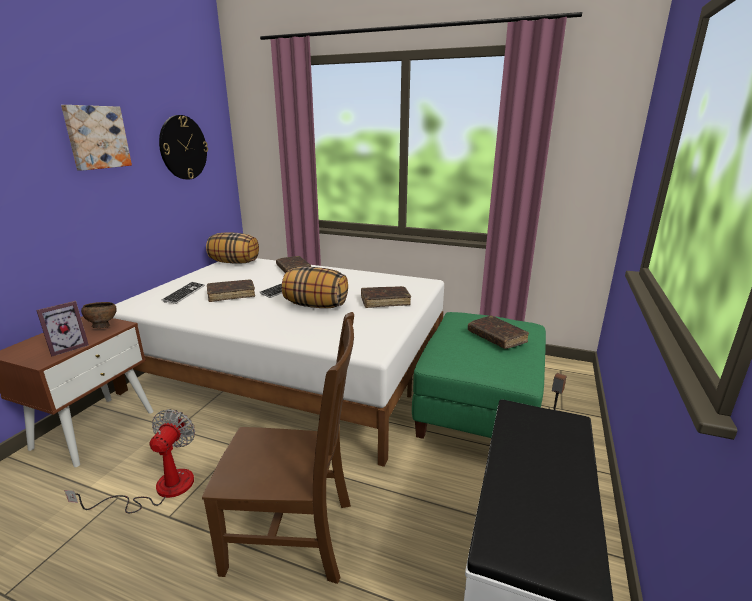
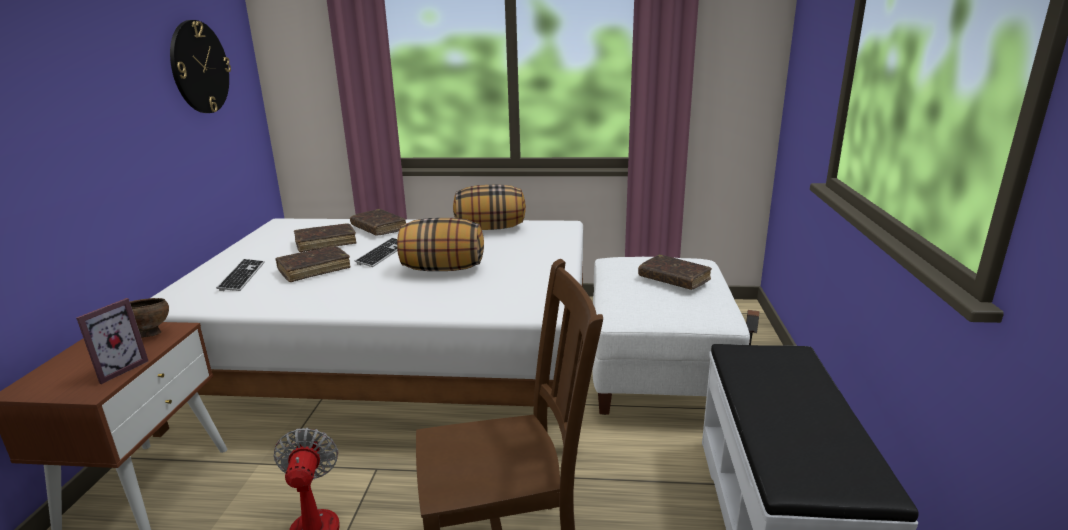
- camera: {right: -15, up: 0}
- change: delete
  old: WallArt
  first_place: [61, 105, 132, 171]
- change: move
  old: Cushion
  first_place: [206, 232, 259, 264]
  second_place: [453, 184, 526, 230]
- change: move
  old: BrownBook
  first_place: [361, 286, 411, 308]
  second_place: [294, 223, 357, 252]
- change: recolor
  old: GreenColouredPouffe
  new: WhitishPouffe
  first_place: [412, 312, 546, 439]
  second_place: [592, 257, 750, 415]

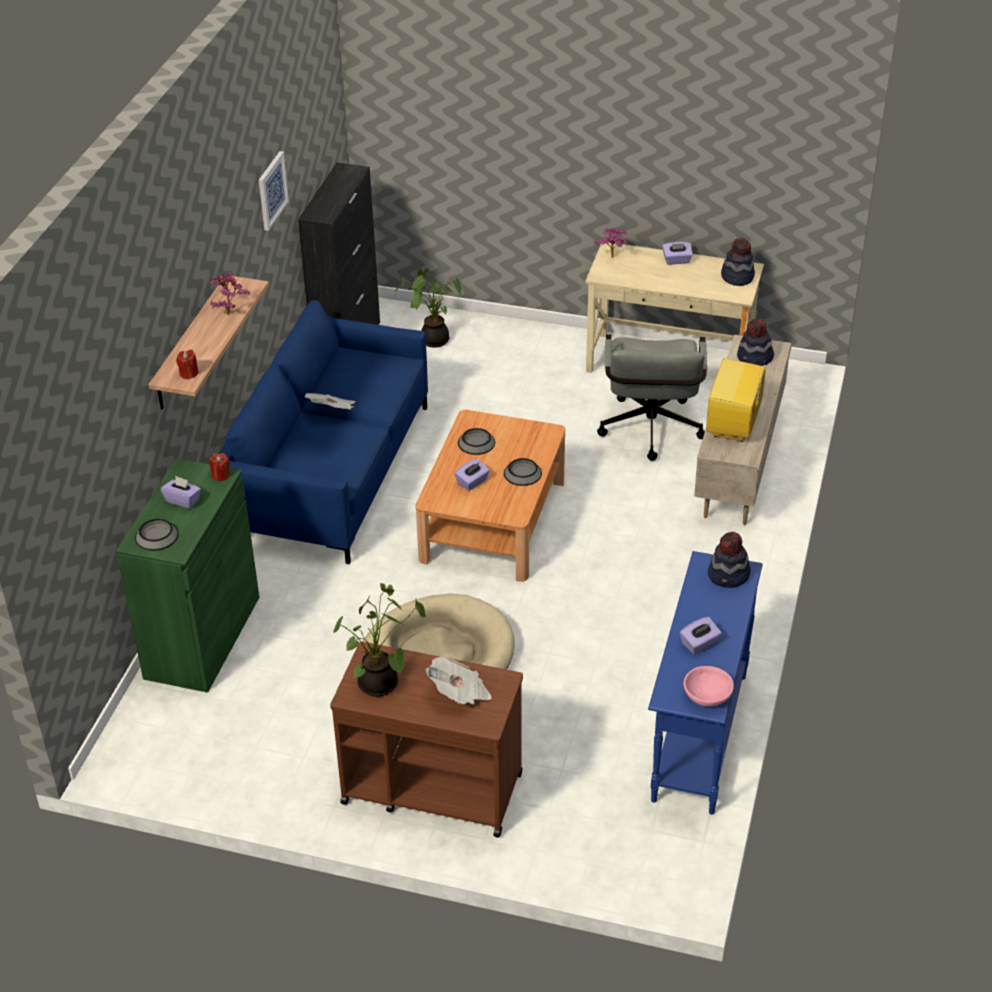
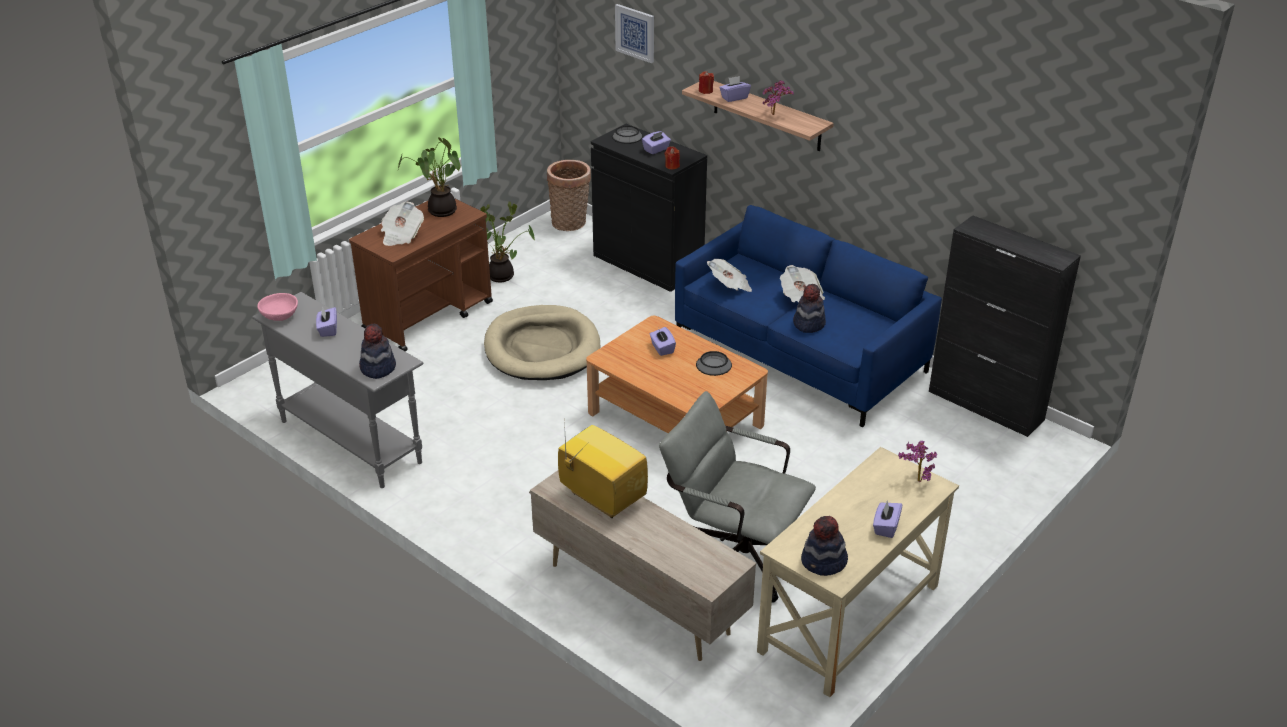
- camera: {right: 115, up: -5}
- change: recolor
  old: GreenColouredStorageCabinet
  new: BlackColouredStorageCabinet
  first_place: [116, 458, 259, 693]
  second_place: [591, 124, 707, 292]
- change: move
  old: WallArt
  first_place: [259, 151, 289, 231]
  second_place: [615, 4, 654, 63]
- change: move
  old: Houseplant
  first_place: [395, 268, 462, 348]
  second_place: [480, 201, 535, 282]
- change: delete
  old: DeepDish
  first_place: [504, 458, 542, 486]
- change: recolor
  old: BluishNarrowTable
  new: GrayNarrowTable
  first_place: [648, 551, 763, 815]
  second_place: [252, 292, 424, 488]
- change: move
  old: Hat
  first_place: [737, 319, 774, 366]
  second_place: [793, 284, 826, 333]
- change: insert
  new: Basket
  second_place: [547, 160, 591, 231]
- change: insert
  new: DailyPaper
  second_place: [707, 259, 752, 292]
- change: insert
  new: PurpleTissueBox
  second_place: [719, 76, 751, 102]

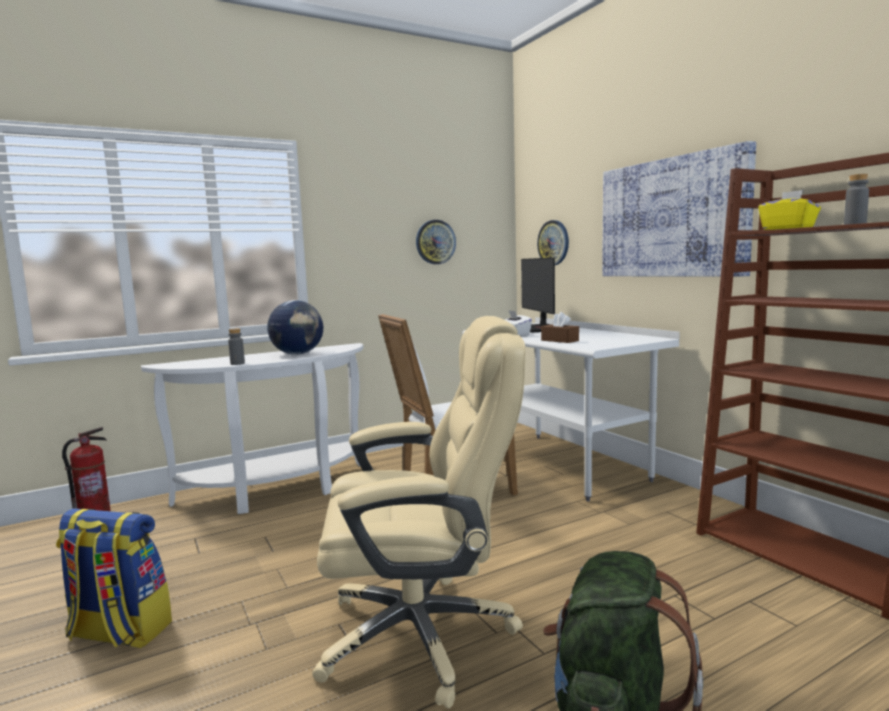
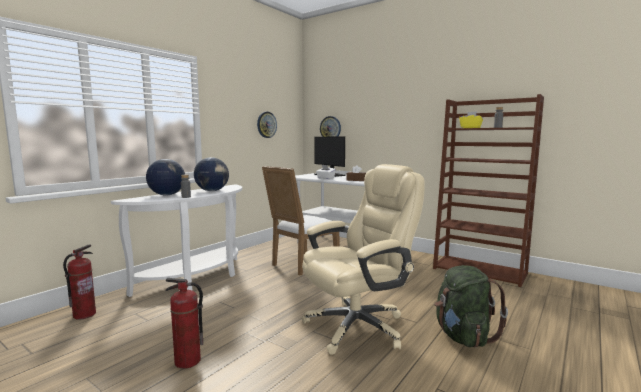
- camera: {right: -25, up: 0}
- change: replace
  old: Knapsack
  new: FireFightingCylinder
  first_place: [56, 508, 172, 648]
  second_place: [166, 278, 203, 369]
- change: delete
  old: WallArt
  first_place: [602, 141, 756, 277]
- change: insert
  new: WorldGlobe
  second_place: [146, 159, 185, 195]

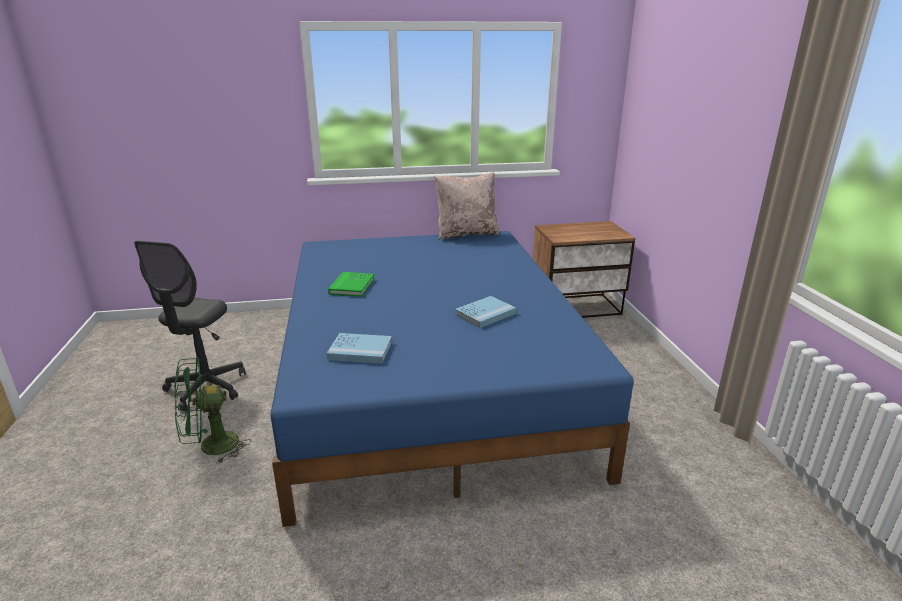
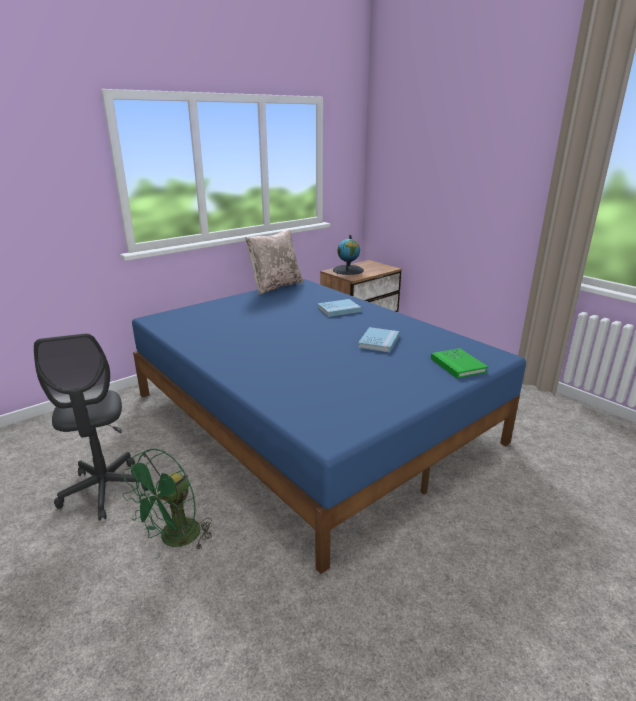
- camera: {right: -30, up: 0}
- change: move
  old: BluishBook
  first_place: [327, 333, 392, 364]
  second_place: [318, 299, 361, 317]
- change: move
  old: GreenColouredBook
  first_place: [328, 272, 374, 297]
  second_place: [431, 348, 488, 378]
- change: insert
  new: WorldGlobe
  second_place: [333, 235, 364, 275]

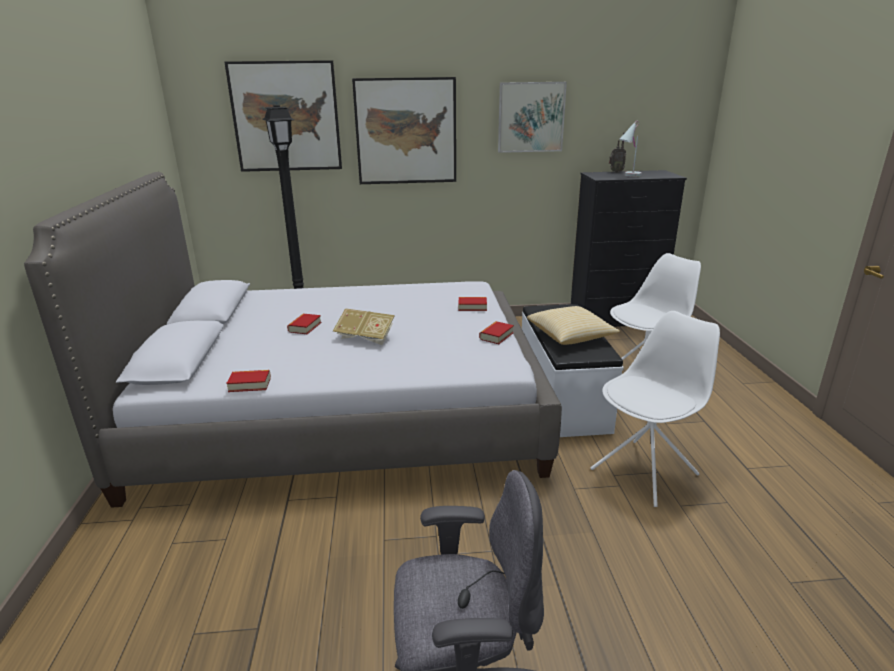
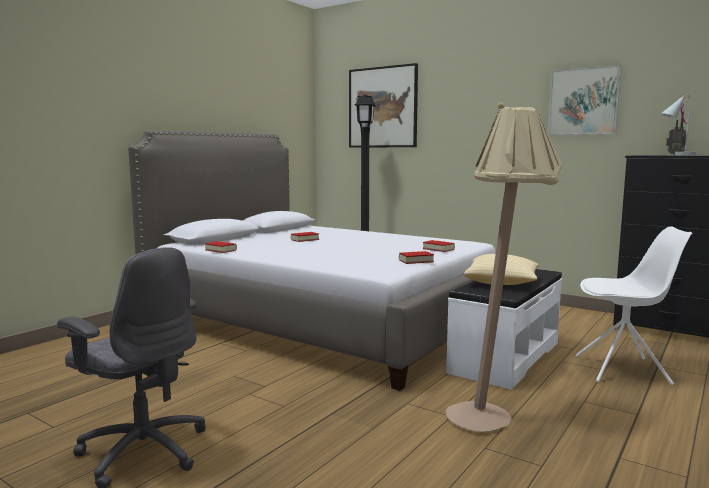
- camera: {right: 40, up: -15}
- change: delete
  old: Book
  first_place: [333, 308, 395, 345]
- change: delete
  old: WallArt
  first_place: [352, 77, 456, 184]
- change: replace
  old: WhitishPlainChair
  new: BeigeColouredStandingLamp
  first_place: [590, 311, 720, 507]
  second_place: [445, 103, 562, 432]

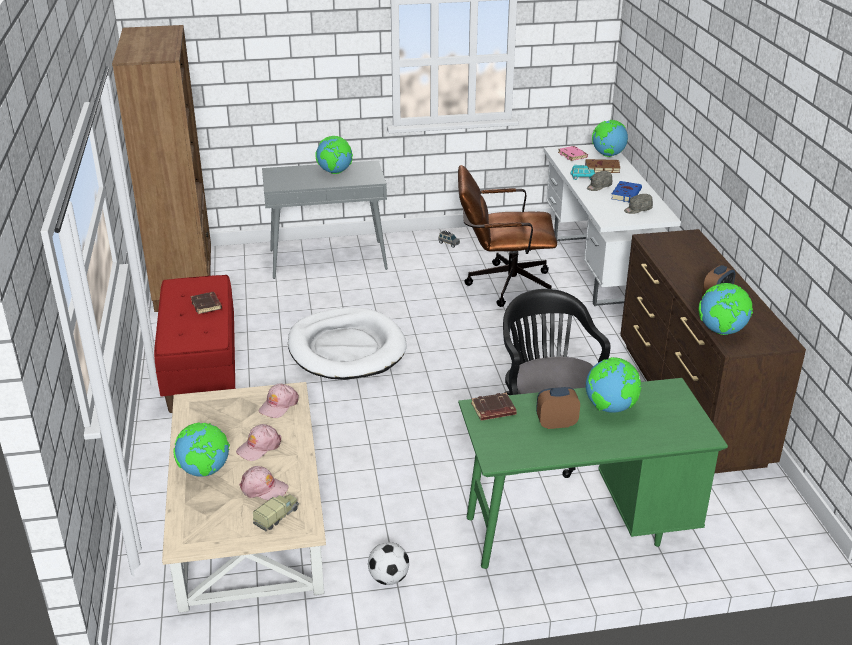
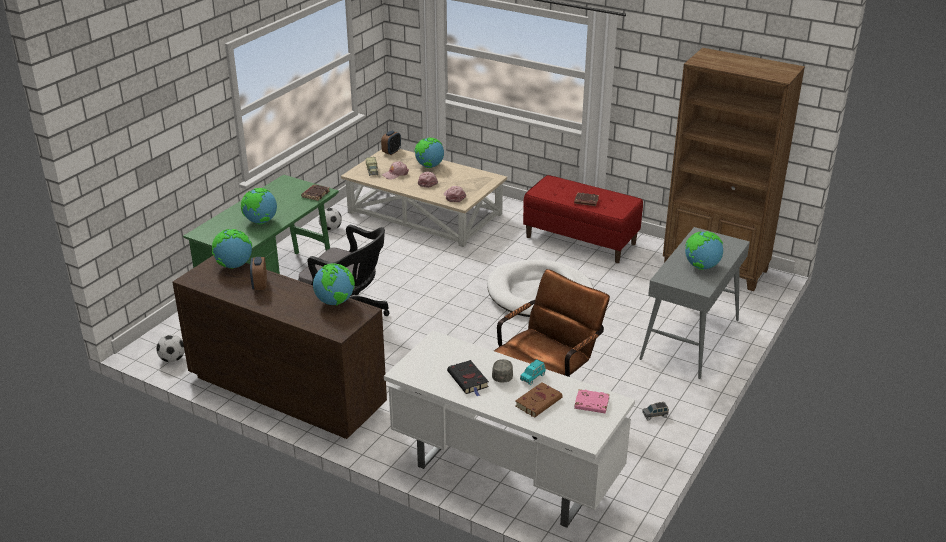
- camera: {right: 130, up: 0}
- change: move
  old: TableClock
  first_place: [536, 387, 580, 429]
  second_place: [381, 131, 401, 155]
- change: move
  old: WorldGlobe
  first_place: [592, 120, 628, 157]
  second_place: [313, 263, 355, 306]
- change: recolor
  old: BluishBook
  new: BlackColouredBook
  first_place: [611, 181, 642, 203]
  second_place: [447, 360, 489, 397]
- change: delete
  old: GrayBaseballCap
  first_place: [624, 194, 653, 214]
- change: insert
  new: FootballBall
  second_place: [156, 335, 185, 362]

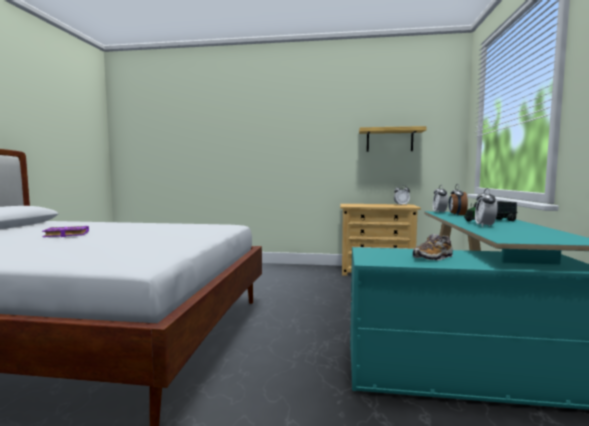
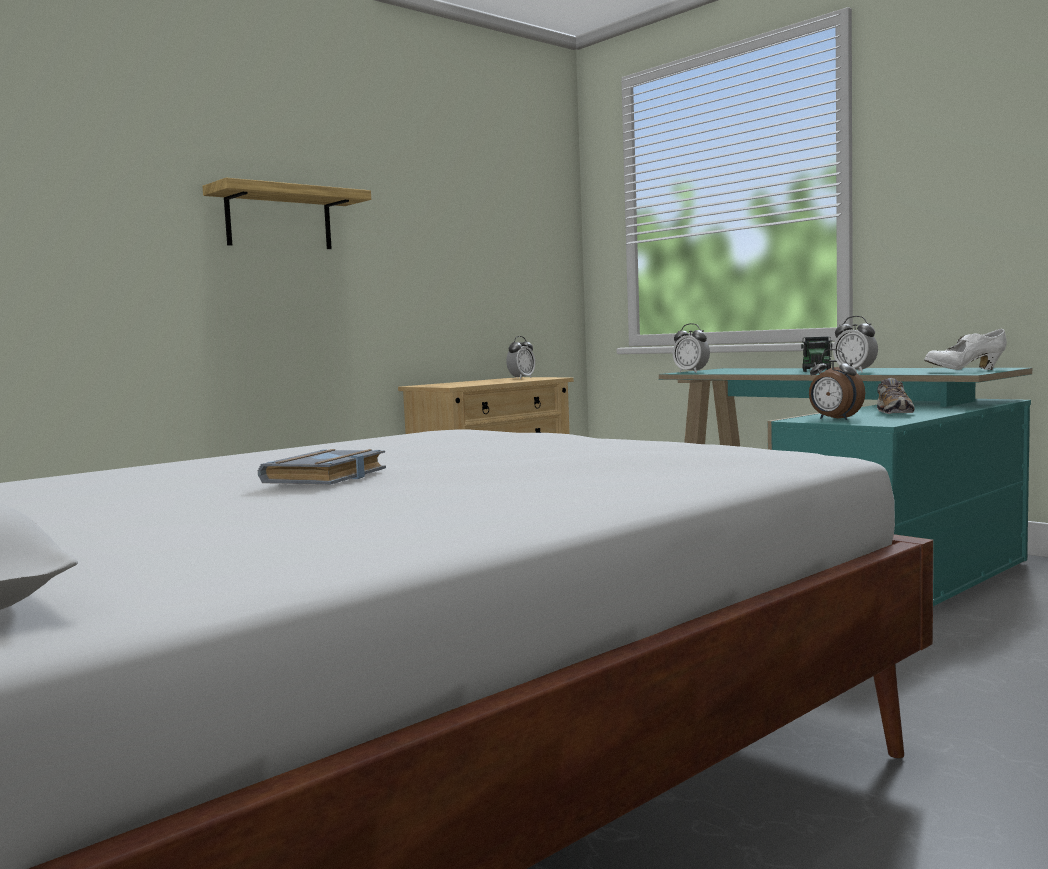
- camera: {right: -50, up: 0}
- change: recolor
  old: PurpleBook
  new: GrayBook
  first_place: [42, 226, 89, 237]
  second_place: [258, 449, 386, 485]
- change: move
  old: WallShelf
  first_place: [359, 126, 427, 152]
  second_place: [202, 178, 371, 249]
- change: move
  old: TableClock
  first_place: [449, 184, 468, 215]
  second_place: [809, 349, 865, 420]
- change: insert
  new: WhitishShoe
  second_place: [924, 329, 1007, 370]

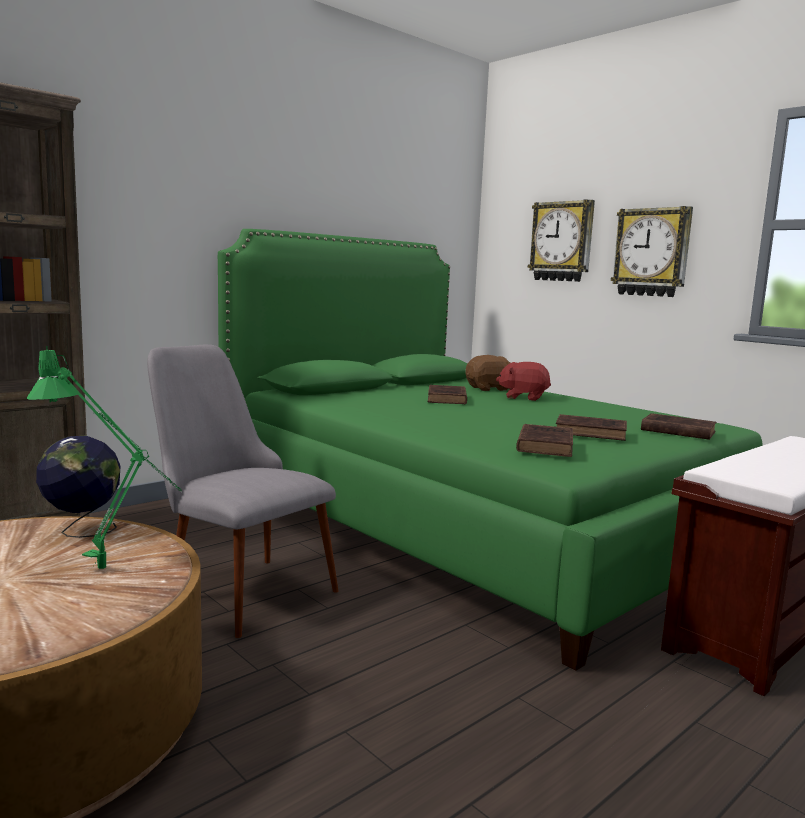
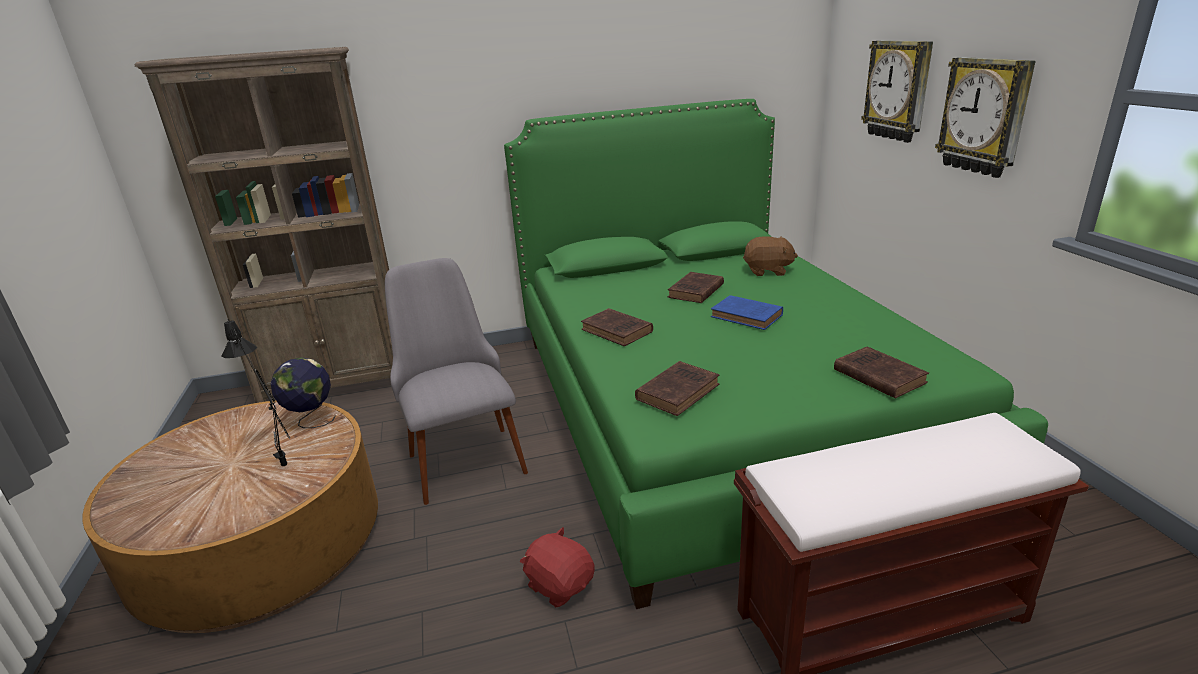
- camera: {right: 30, up: 15}
- change: recolor
  old: GreenColouredTabletopLamp
  new: BlackColouredTabletopLamp
  first_place: [27, 346, 182, 569]
  second_place: [222, 319, 290, 466]
- change: move
  old: ReddishSoftToy
  first_place: [496, 362, 551, 401]
  second_place: [520, 527, 595, 607]
- change: move
  old: BrownBook
  first_place: [556, 414, 627, 441]
  second_place: [581, 308, 653, 346]
- change: insert
  new: BluishBook
  second_place: [711, 295, 783, 330]

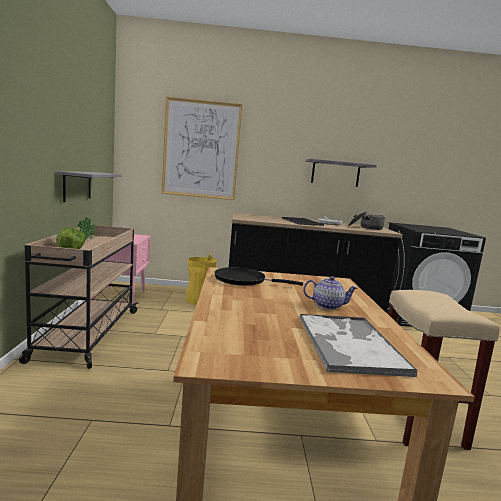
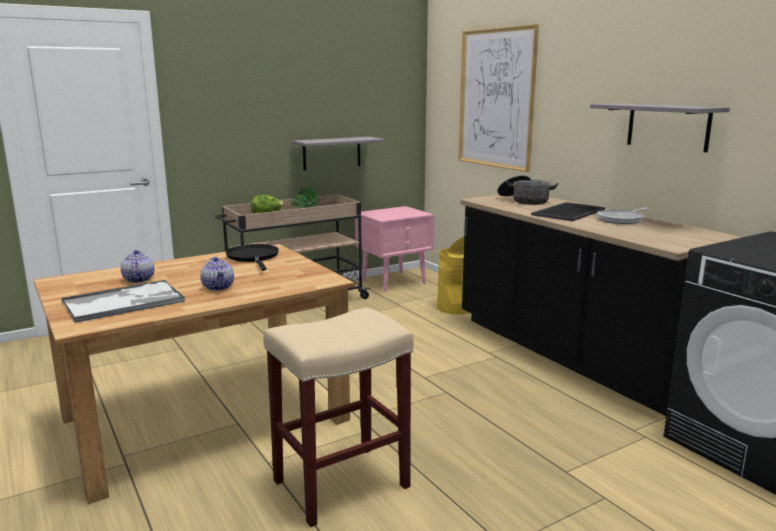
- camera: {right: 60, up: 5}
- change: move
  old: Stockpot
  first_place: [348, 212, 386, 230]
  second_place: [497, 175, 558, 205]
- change: insert
  new: PotForTea
  second_place: [121, 250, 154, 283]

